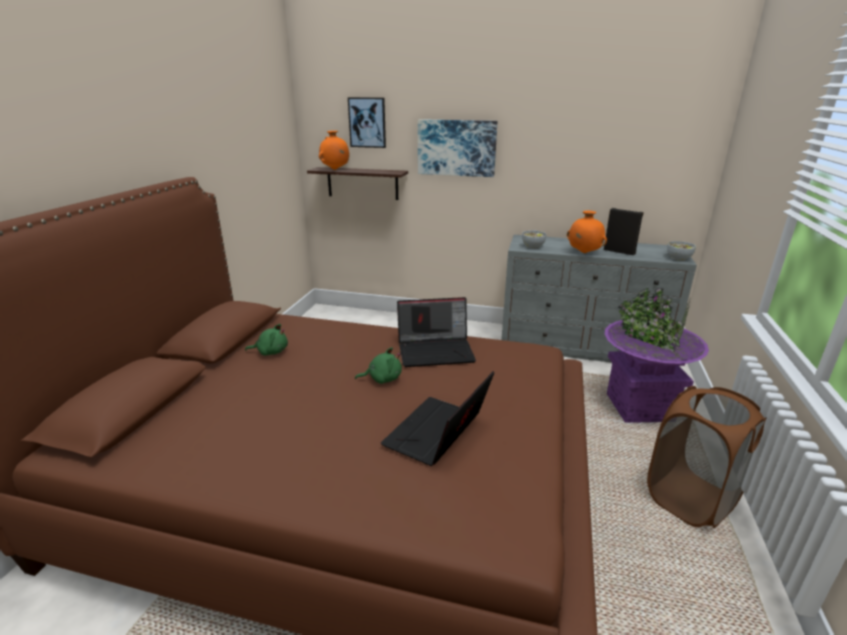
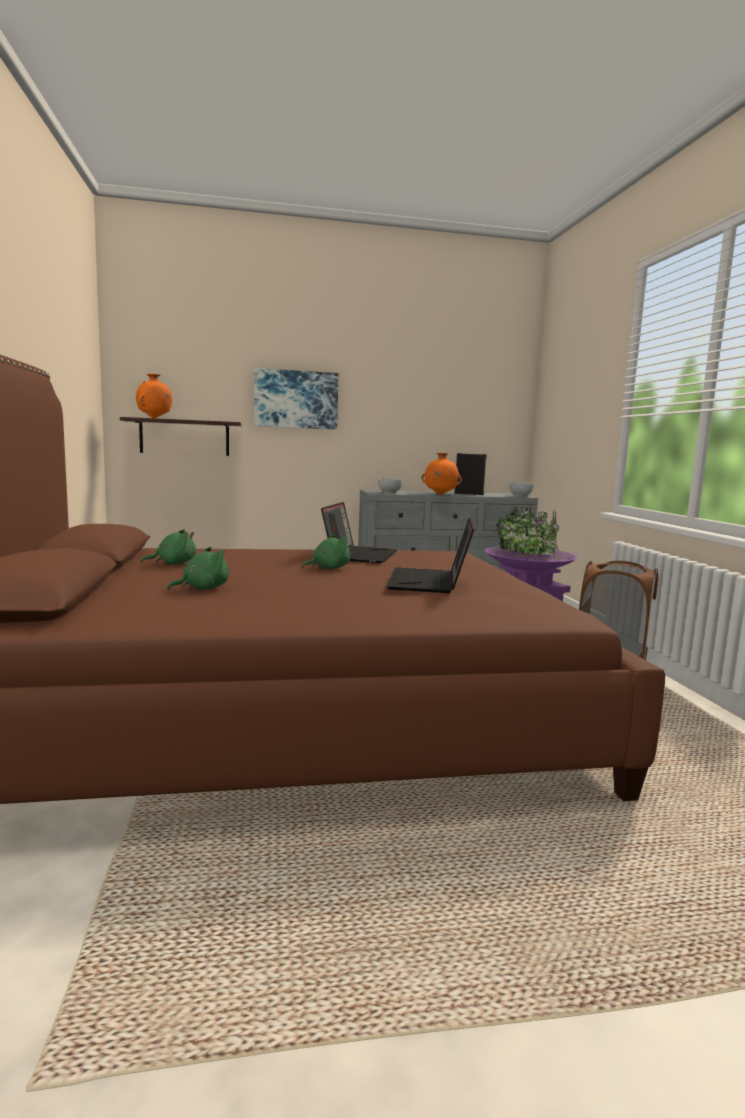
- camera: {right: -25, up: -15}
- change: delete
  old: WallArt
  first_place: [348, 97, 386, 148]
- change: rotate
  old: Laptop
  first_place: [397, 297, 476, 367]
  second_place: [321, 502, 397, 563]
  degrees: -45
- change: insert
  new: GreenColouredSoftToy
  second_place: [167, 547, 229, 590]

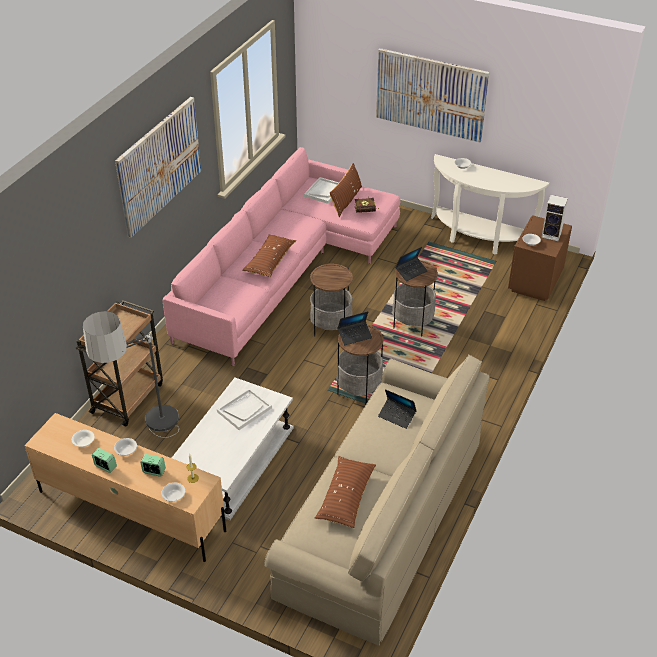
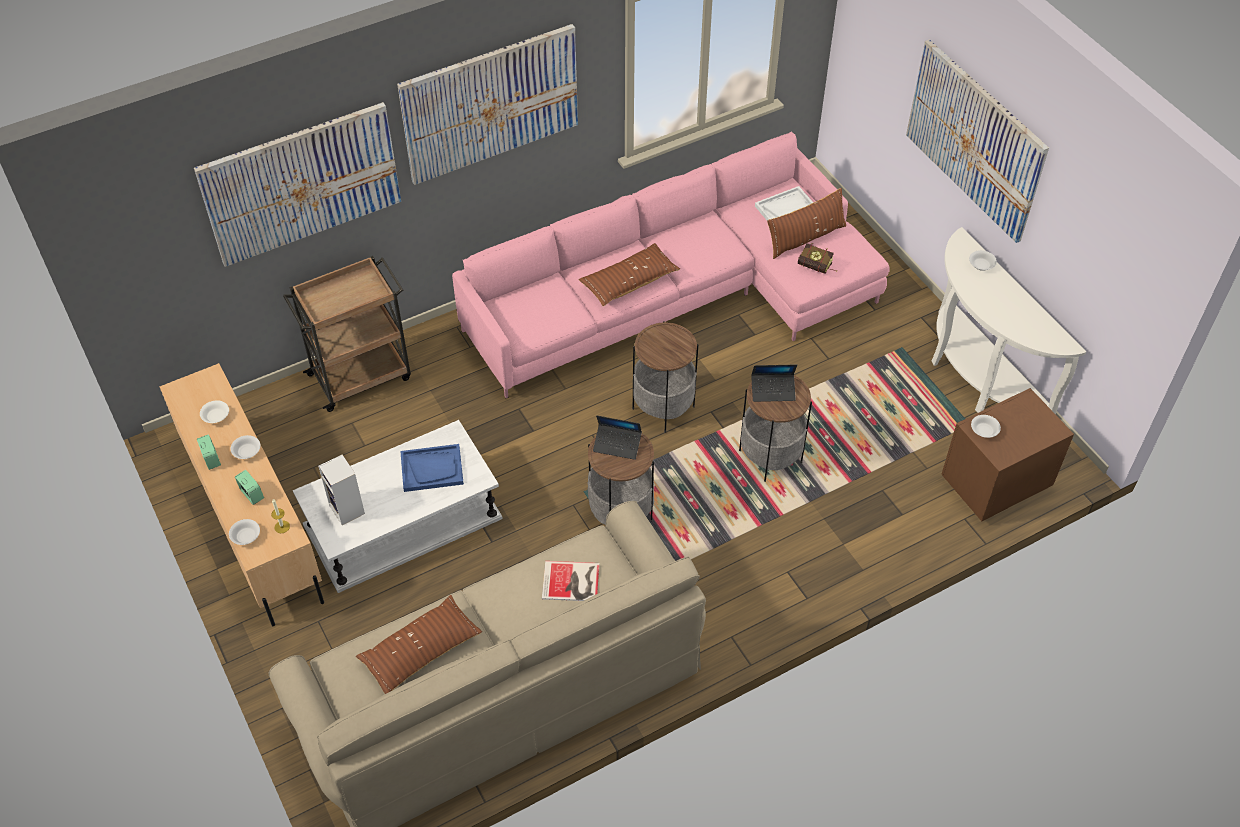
- camera: {right: 35, up: 10}
- change: delete
  old: StandingLamp
  first_place: [83, 311, 179, 438]
- change: recolor
  old: WhitishTray
  new: BluishTray
  first_place: [217, 388, 272, 430]
  second_place: [400, 444, 464, 492]
- change: replace
  old: Laptop
  new: Book
  first_place: [378, 389, 417, 429]
  second_place: [542, 561, 599, 601]
- change: move
  old: Speaker
  first_place: [541, 195, 568, 241]
  second_place: [318, 455, 365, 525]
- change: insert
  new: WallArt
  second_place: [194, 102, 401, 267]

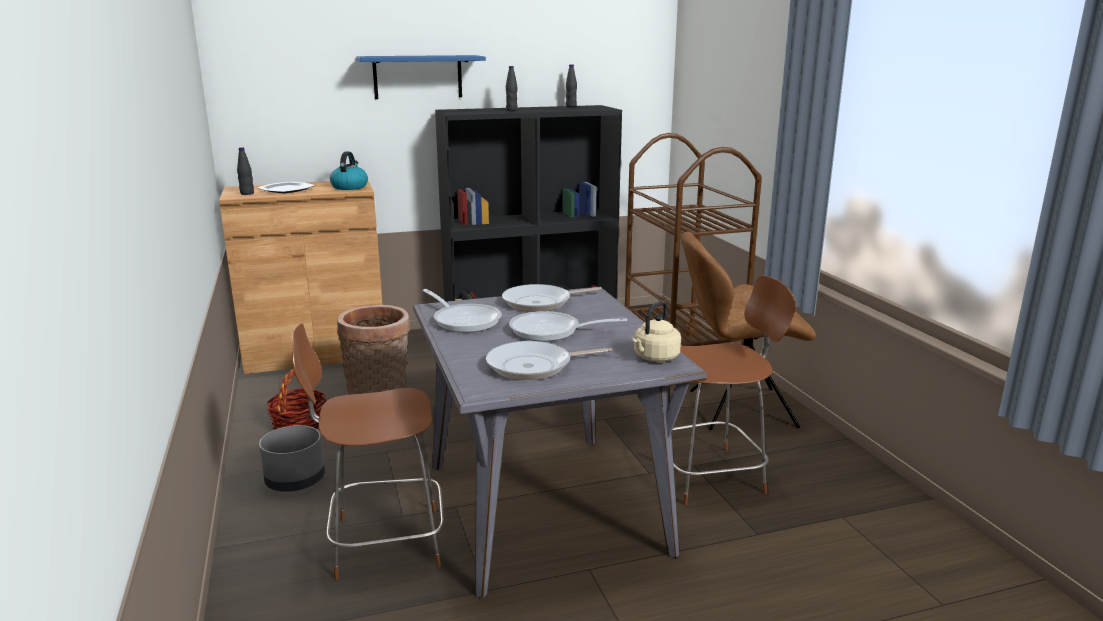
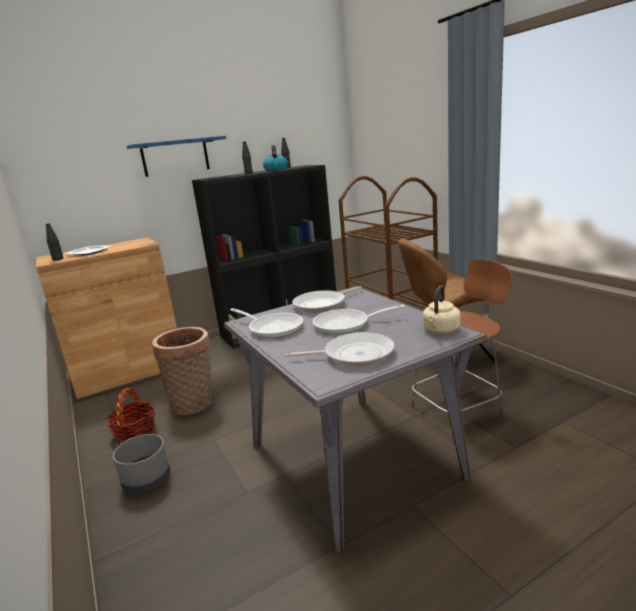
- camera: {right: -10, up: 0}
- change: delete
  old: BrownPlainChair
  first_place: [292, 323, 444, 580]
- change: move
  old: TeaKettle
  first_place: [330, 151, 368, 190]
  second_place: [263, 145, 288, 171]
- change: rotate
  old: Skillet
  first_place: [486, 341, 612, 380]
  second_place: [286, 332, 395, 367]
  degrees: -150

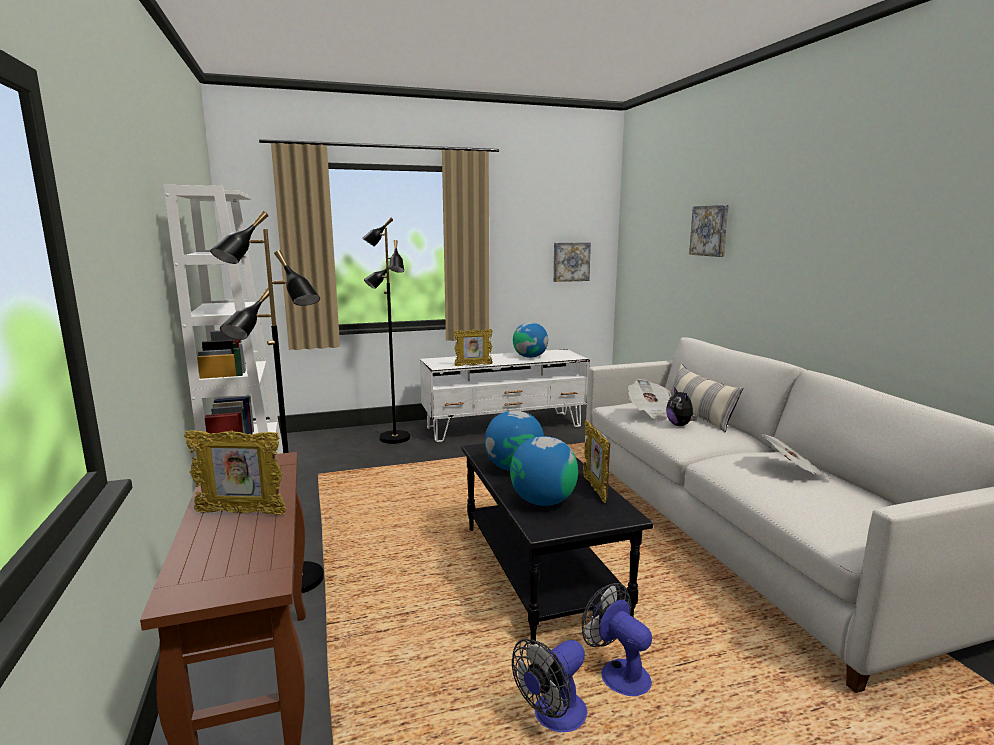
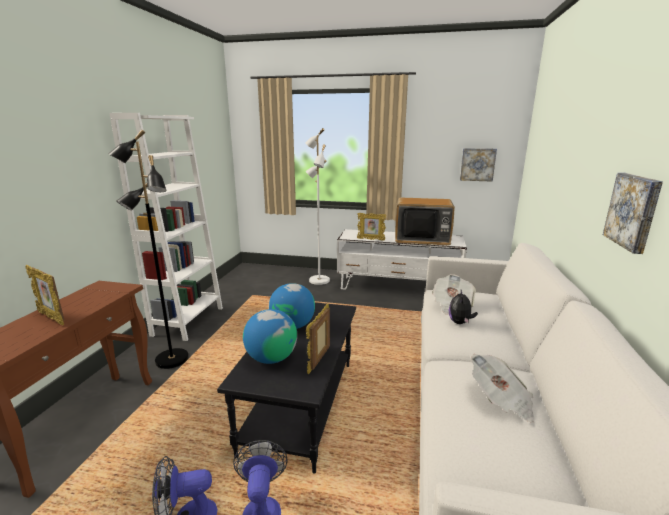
- camera: {right: 30, up: 5}
- change: recolor
  old: BlackColouredStandingLamp
  new: WhitishStandingLamp
  first_place: [362, 217, 410, 444]
  second_place: [305, 128, 330, 285]
- change: replace
  old: WorldGlobe
  new: Tv
  first_place: [513, 323, 548, 358]
  second_place: [395, 197, 455, 245]
- change: delete
  old: Cushion
  first_place: [671, 364, 743, 432]
- change: move
  old: WallArt
  first_place: [689, 205, 729, 257]
  second_place: [603, 173, 663, 254]

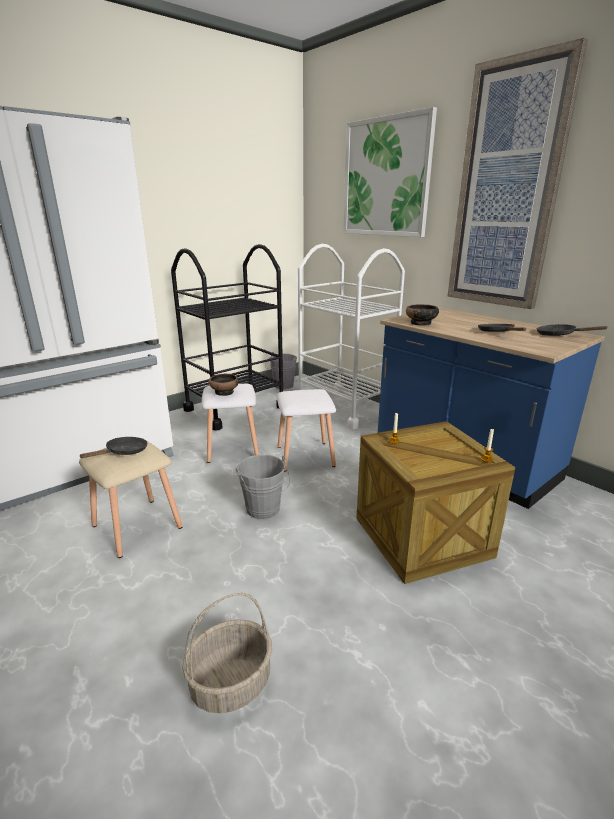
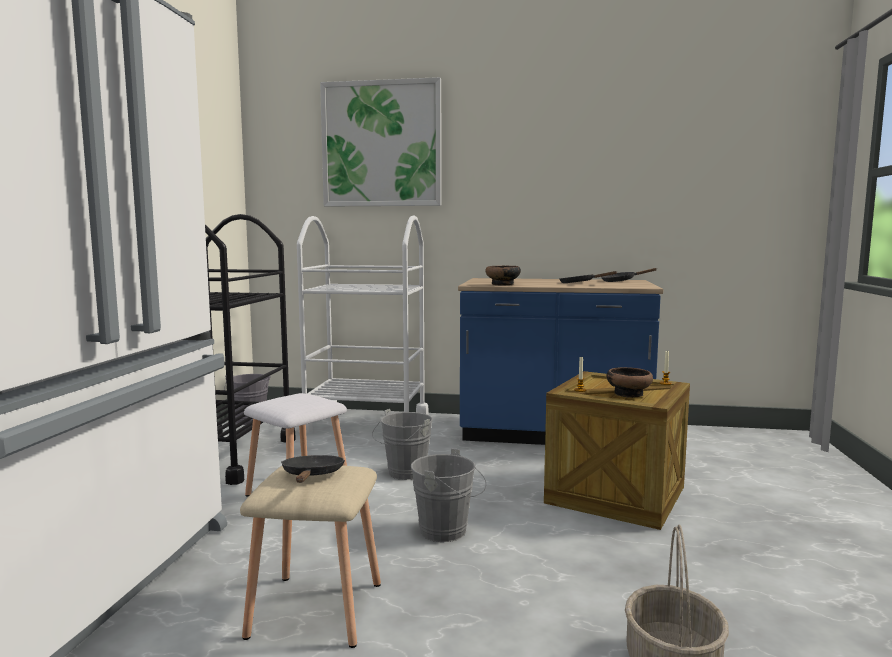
- camera: {right: -40, up: -15}
- change: move
  old: DeepDish
  first_place: [209, 374, 239, 396]
  second_place: [606, 367, 653, 398]
- change: replace
  old: WhitishStoolSeat
  new: GrayWaterBucket
  first_place: [277, 389, 336, 472]
  second_place: [372, 409, 433, 480]
- change: delete
  old: WallArt
  first_place: [447, 38, 588, 309]

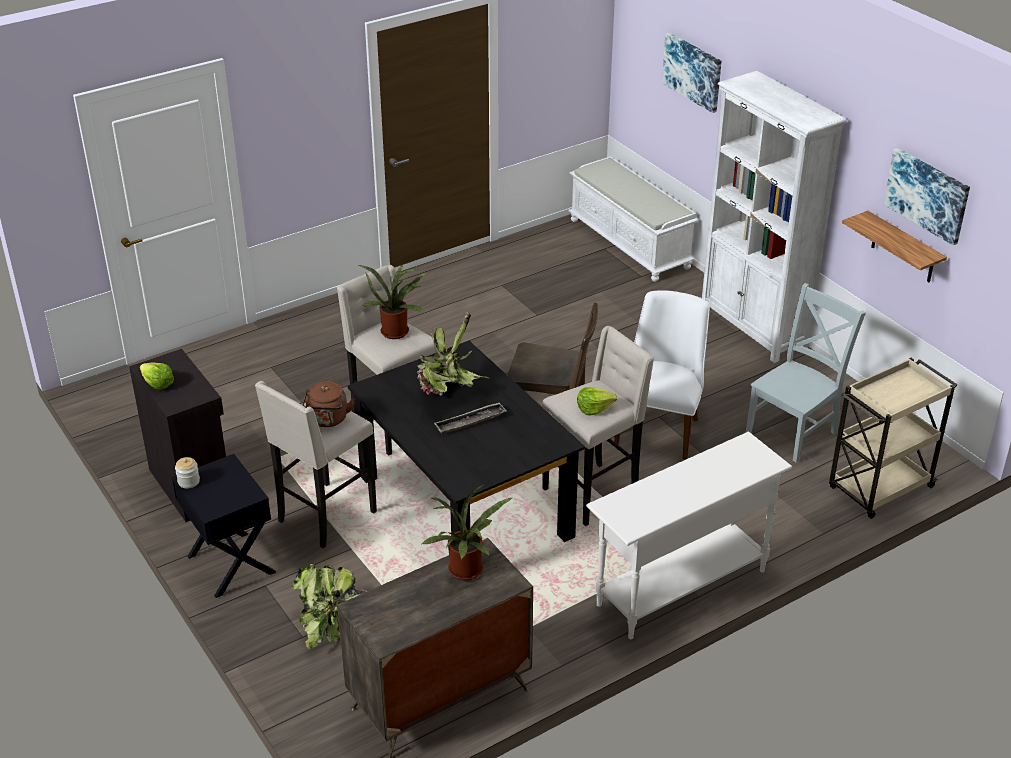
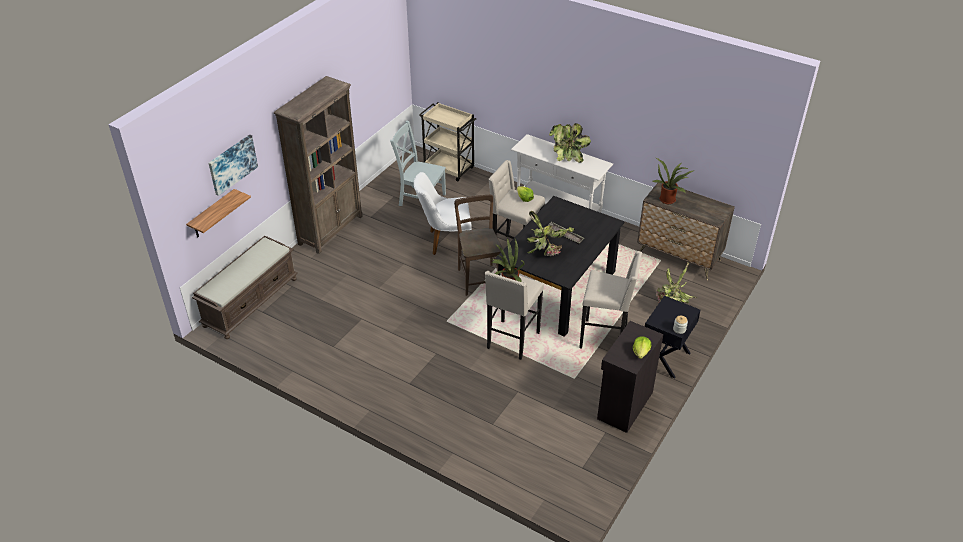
- camera: {right: -115, up: 5}
- change: delete
  old: BrownTeaKettle
  first_place: [303, 382, 355, 427]
- change: recolor
  old: WhitishIndoorBench
  new: BrownIndoorBench
  first_place: [568, 156, 698, 282]
  second_place: [192, 236, 298, 339]
- change: recolor
  old: WhitishShelvingUnit
  new: BrownShelvingUnit
  first_place: [702, 71, 846, 363]
  second_place: [274, 76, 363, 254]
- change: move
  old: WallShelf
  first_place: [842, 211, 947, 282]
  second_place: [186, 189, 251, 237]
- change: delete
  old: WallArt
  first_place: [883, 148, 970, 245]
- change: insert
  new: Houseplant
  second_place: [549, 123, 591, 163]

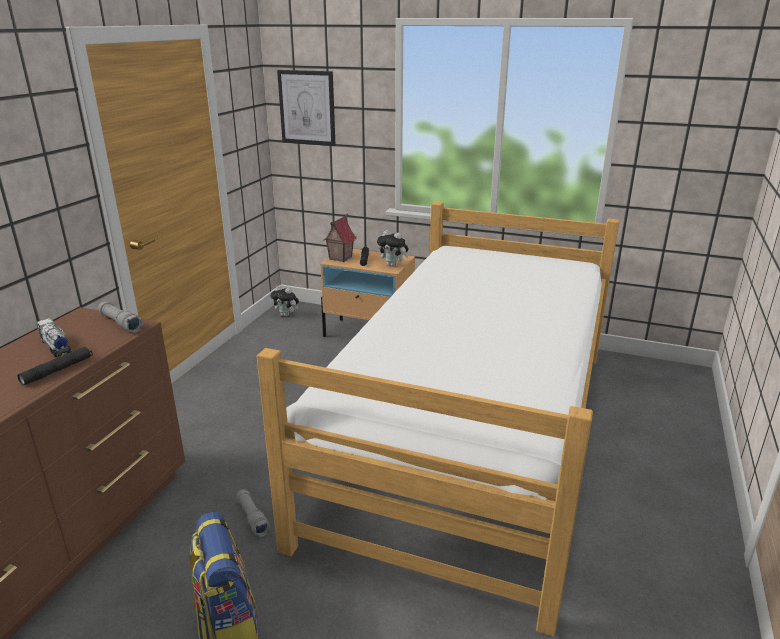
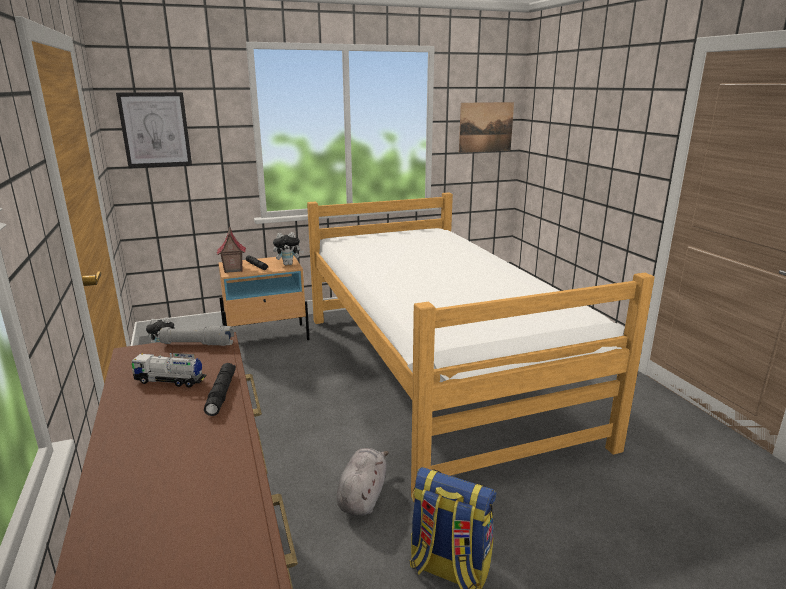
- camera: {right: -40, up: -5}
- change: replace
  old: GrayHandTorch
  new: GraySoftToy
  first_place: [236, 489, 271, 537]
  second_place: [337, 448, 389, 516]
- change: insert
  new: WallArt
  second_place: [459, 102, 514, 153]

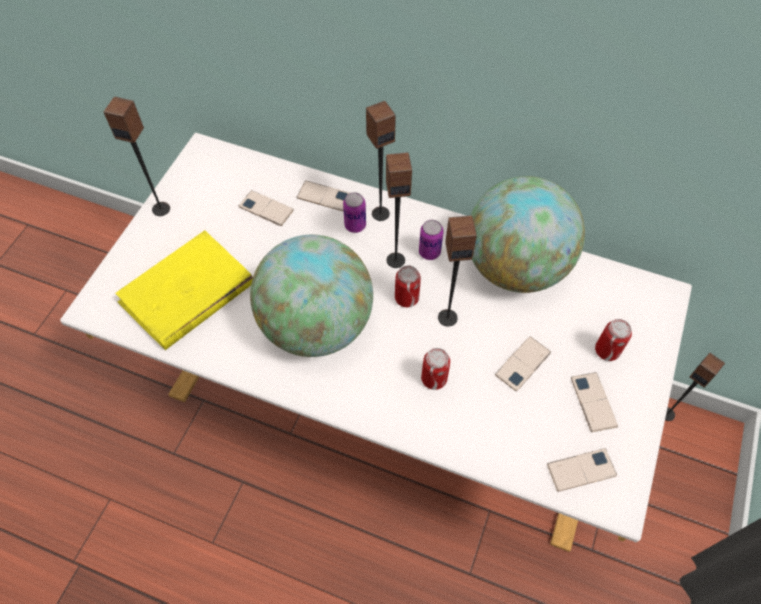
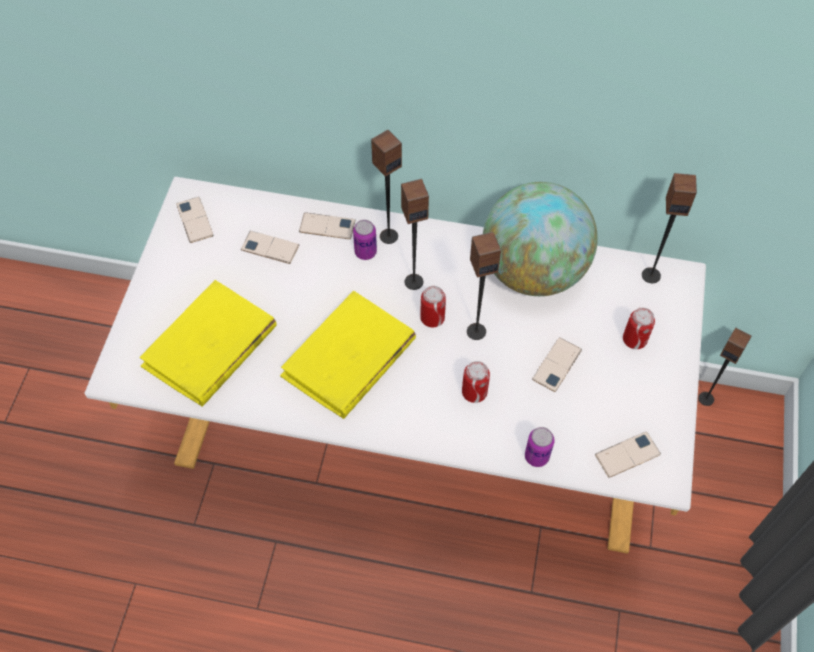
- camera: {right: -10, up: 0}
- change: move
  old: Speaker
  first_place: [104, 96, 170, 216]
  second_place: [642, 173, 697, 283]
- change: replace
  old: WorldGlobe
  new: YellowBook
  first_place: [250, 235, 373, 357]
  second_place: [280, 291, 416, 419]
- change: move
  old: MetalCan
  first_place: [419, 220, 443, 260]
  second_place: [525, 427, 554, 467]
- change: move
  old: Telephone
  first_place: [571, 372, 618, 432]
  second_place: [176, 197, 213, 243]

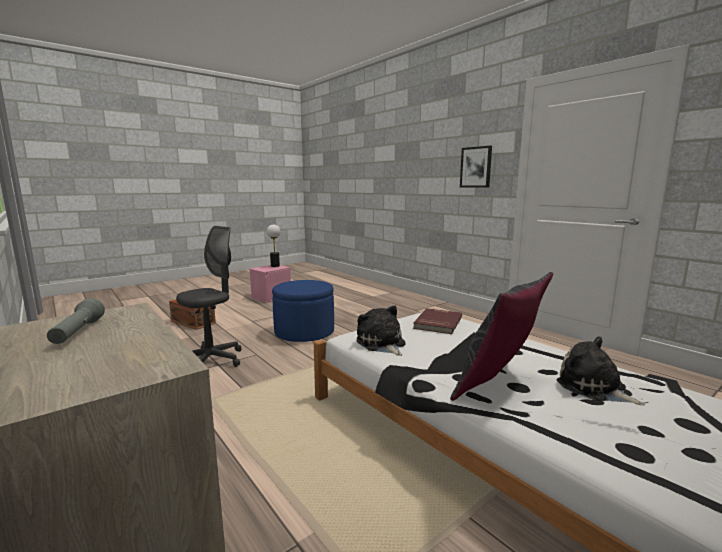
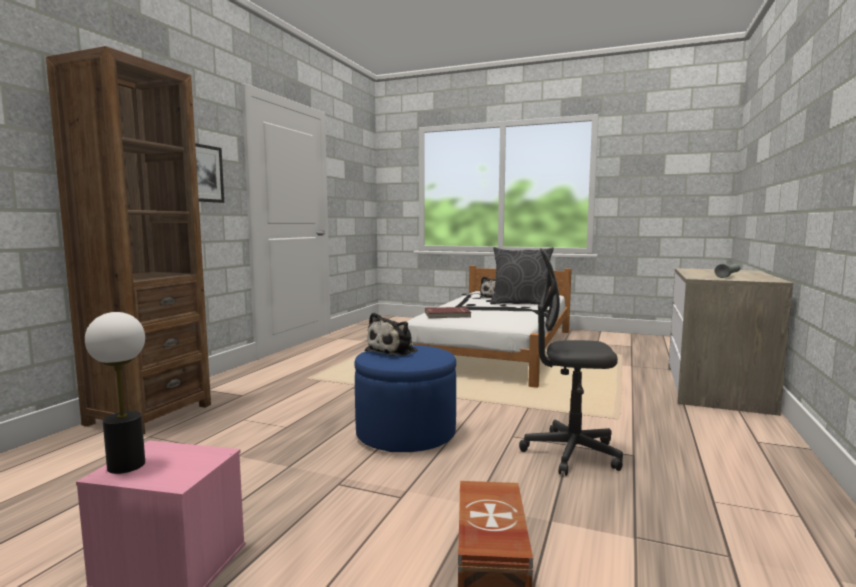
- camera: {right: -120, up: -5}
- change: move
  old: SoftToy
  first_place: [357, 305, 406, 356]
  second_place: [365, 313, 418, 356]
- change: insert
  new: BrownShelvingUnit
  second_place: [46, 46, 211, 434]

